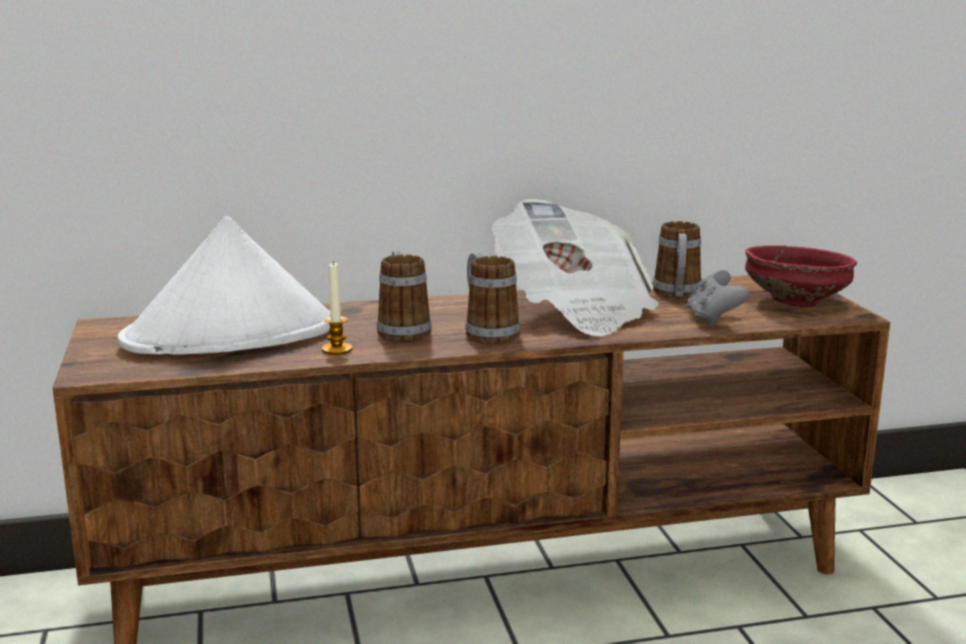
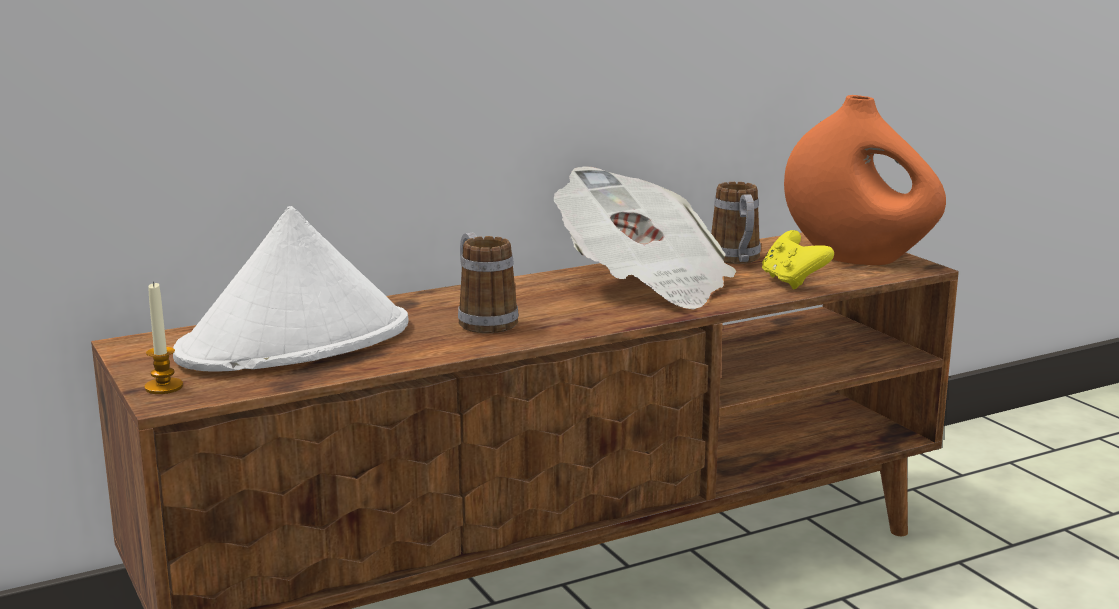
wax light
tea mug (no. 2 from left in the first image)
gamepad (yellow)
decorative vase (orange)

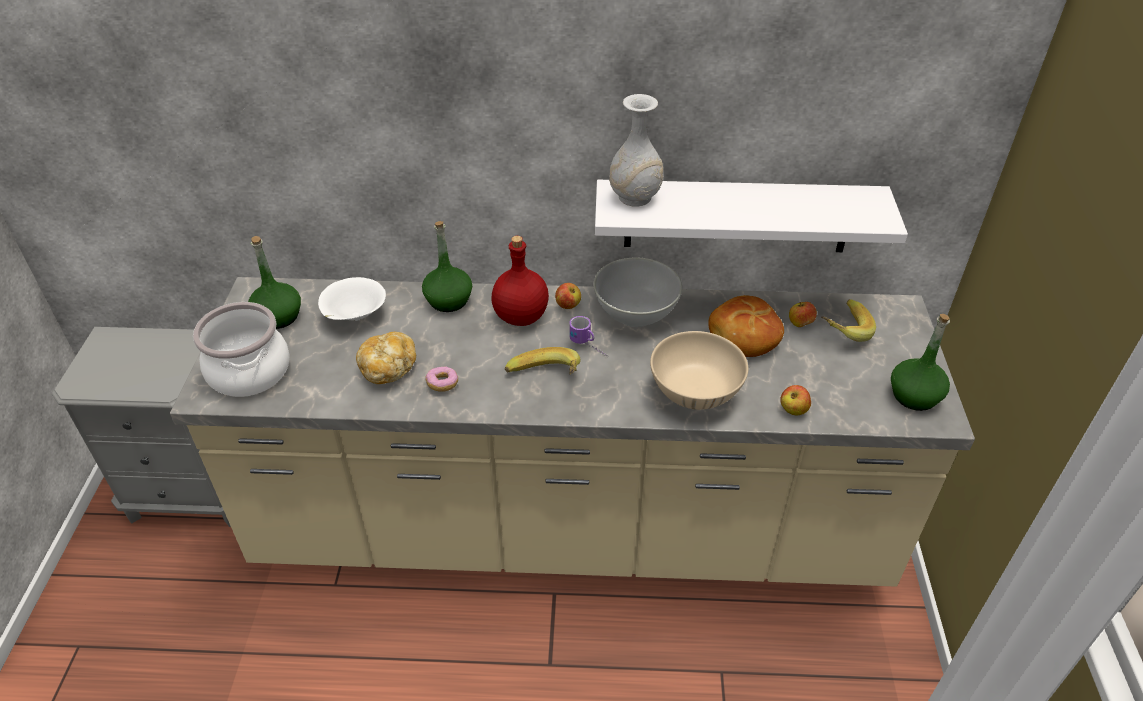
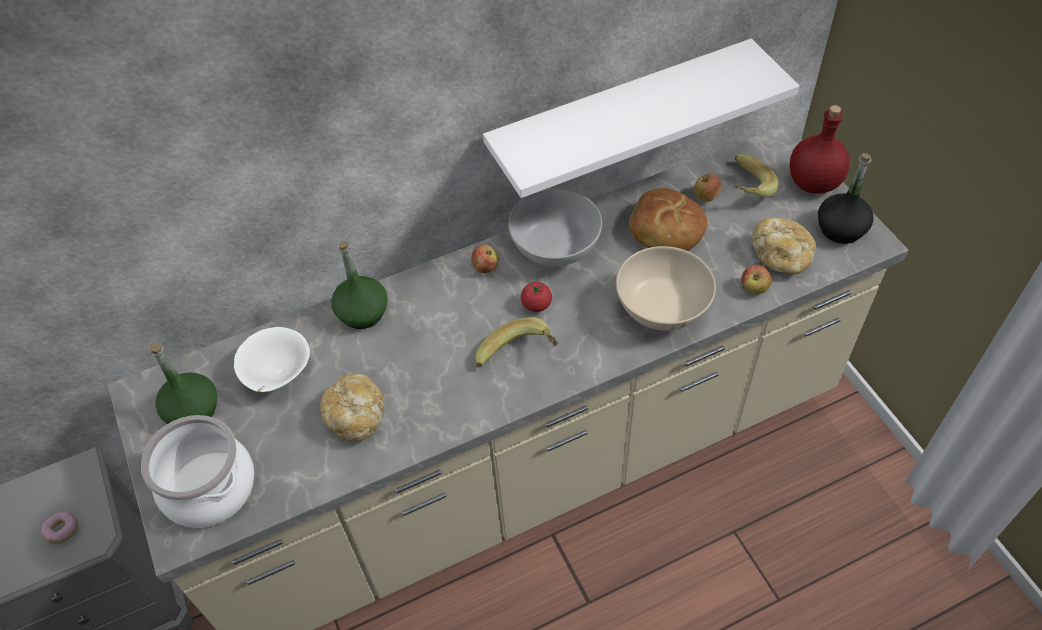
doughnut
bottle (red-coloured)
tomato
decorative vase (white)
bottle (black-coloured)
bakery bread (no. 3 from left)

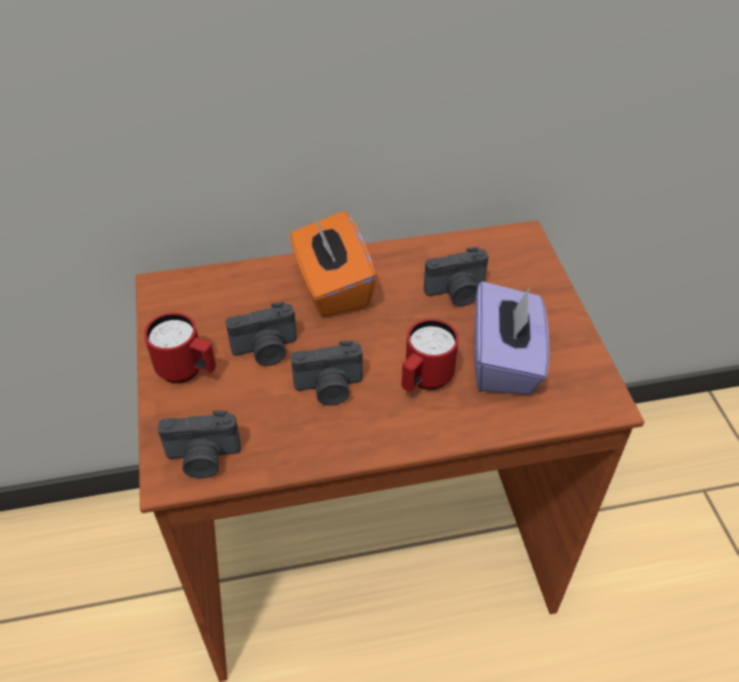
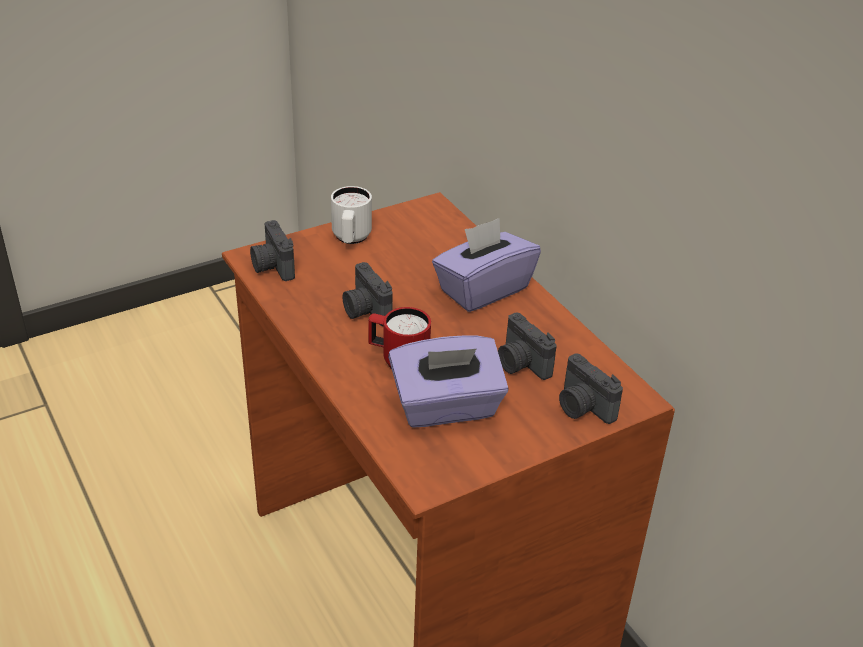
tea mug (white)
photo camera (no. 4 from left)
box of tissues (purple) (no. 2 from left)

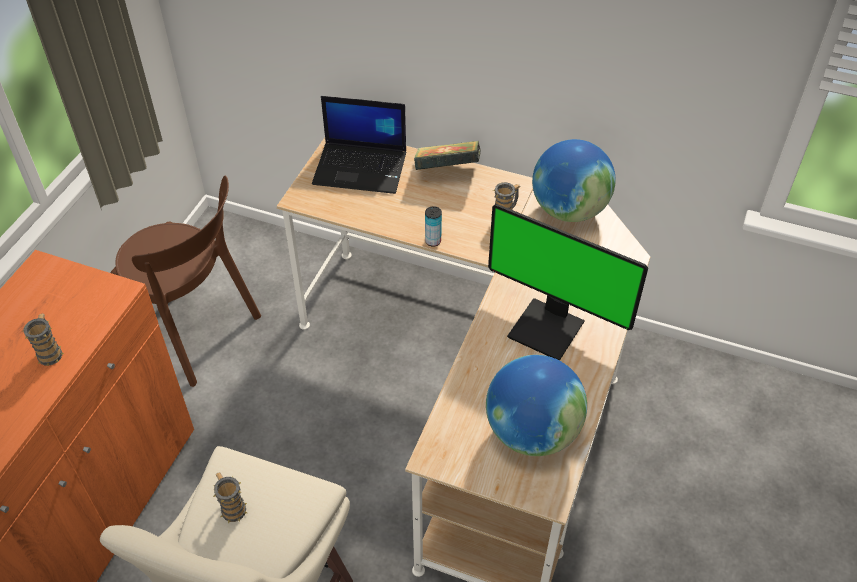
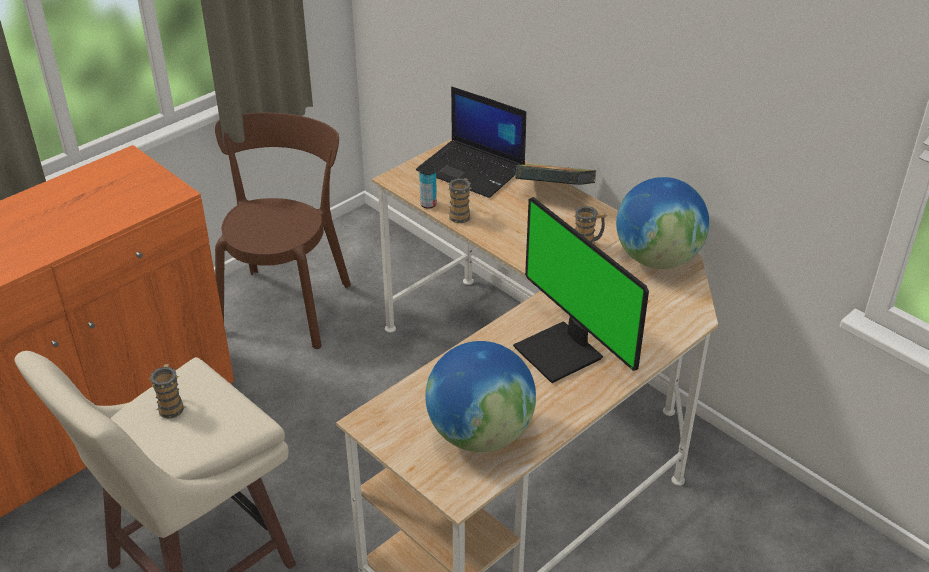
tea mug (no. 2 from left)
plain chair (brown-coloured)
sealed can

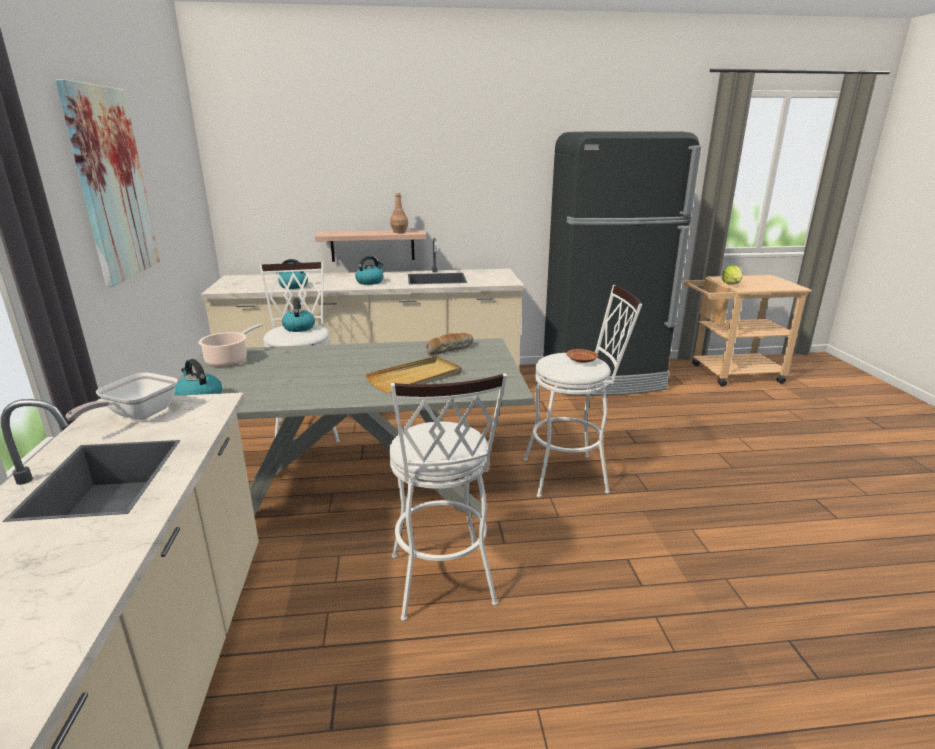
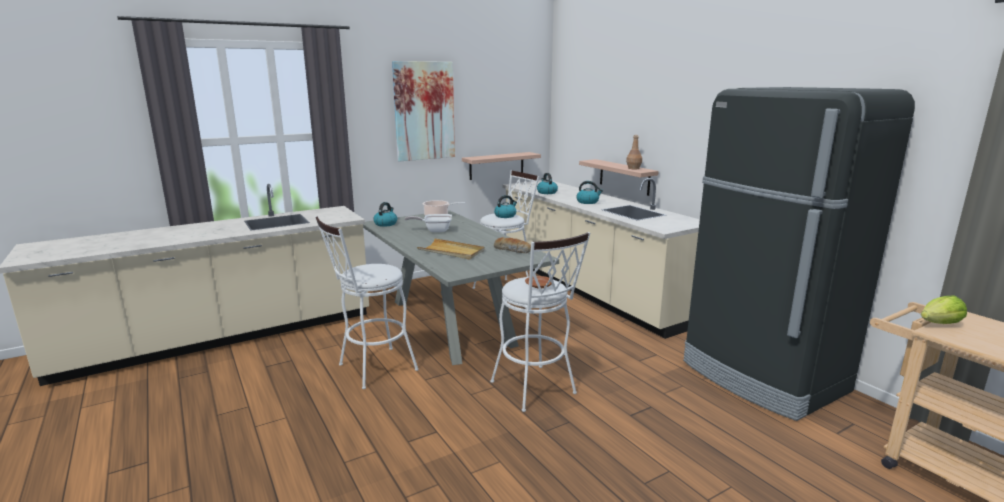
skillet
bracket shelf (no. 1 from left)

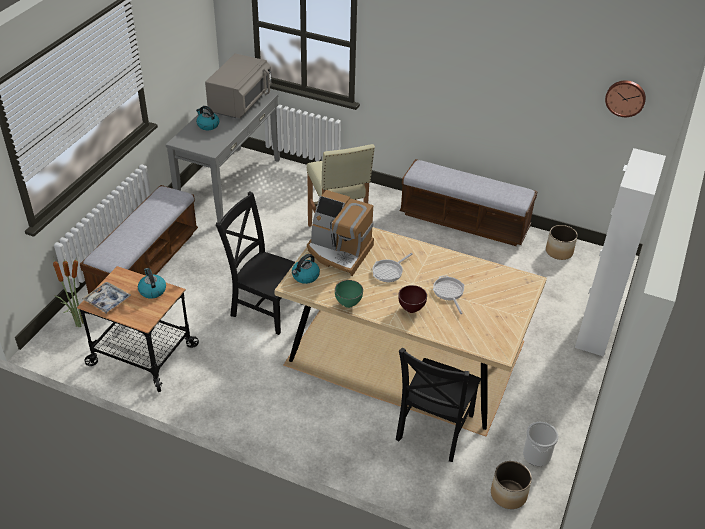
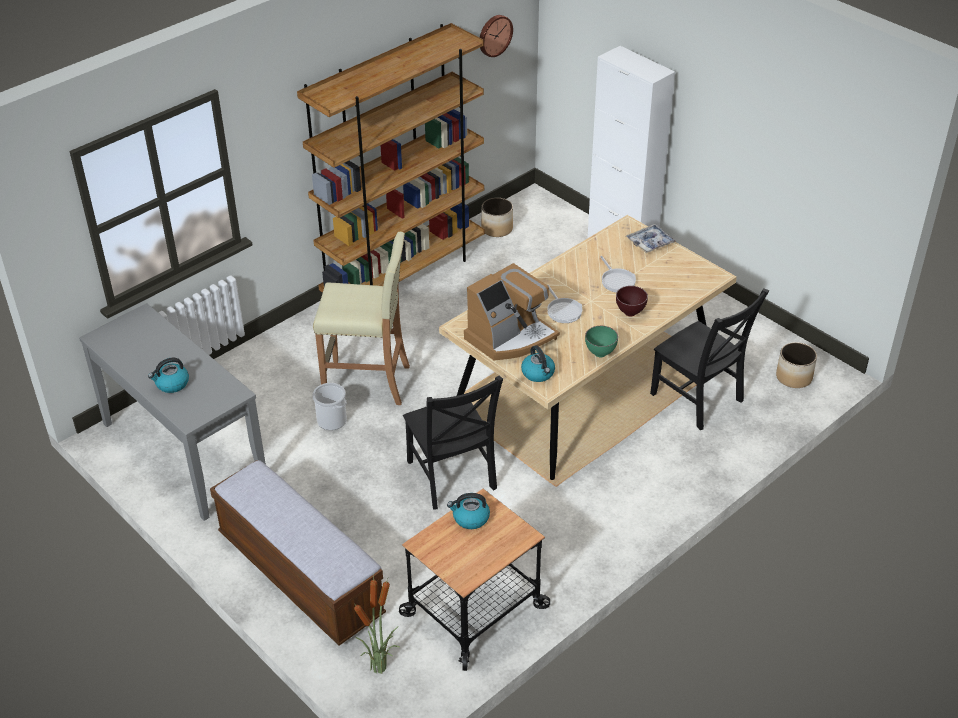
tray
microwave (gray)
plain chair (black-coloured) (no. 1 from left)
bookcase (brown-coloured)
skillet (no. 2 from left)
water bucket

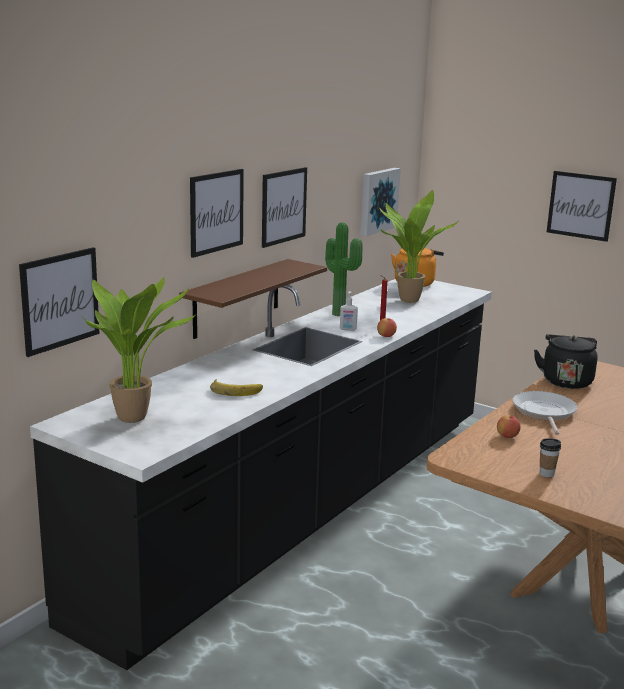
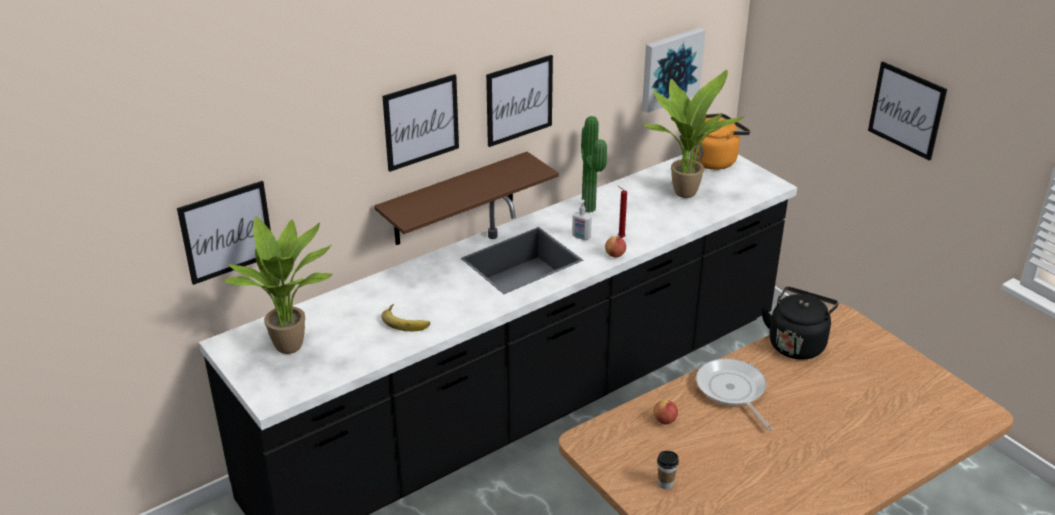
skillet

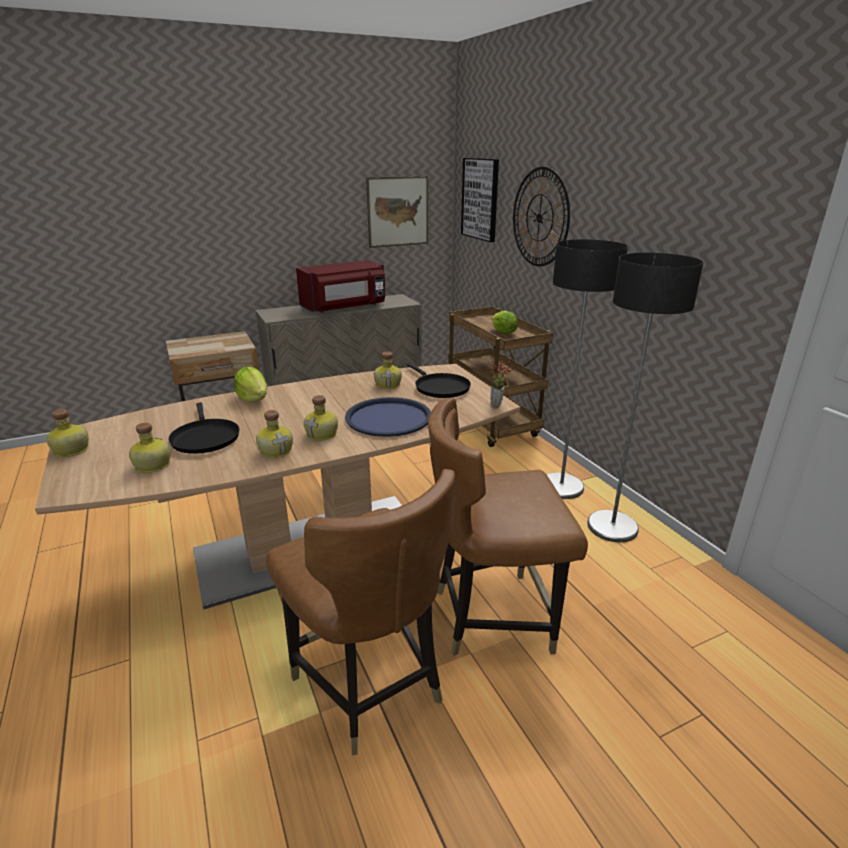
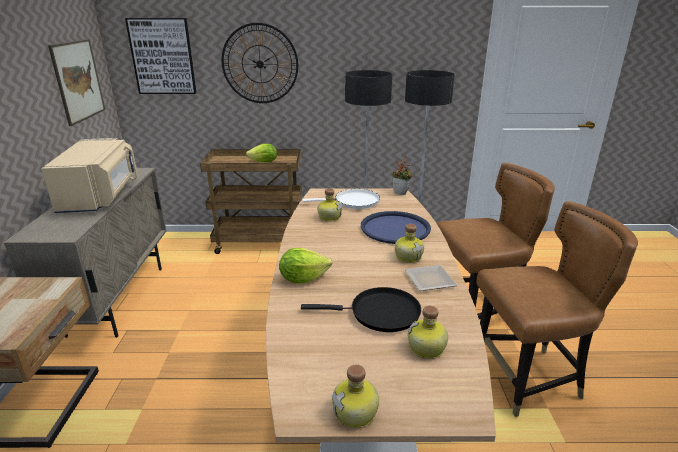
plate
microwave (beige)
skillet (white)
plain chair (brown-coloured) (no. 1 from left)

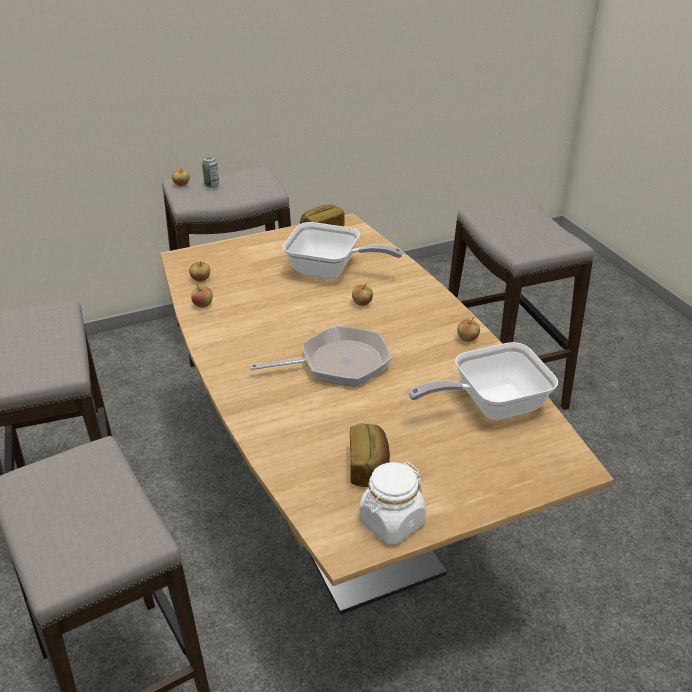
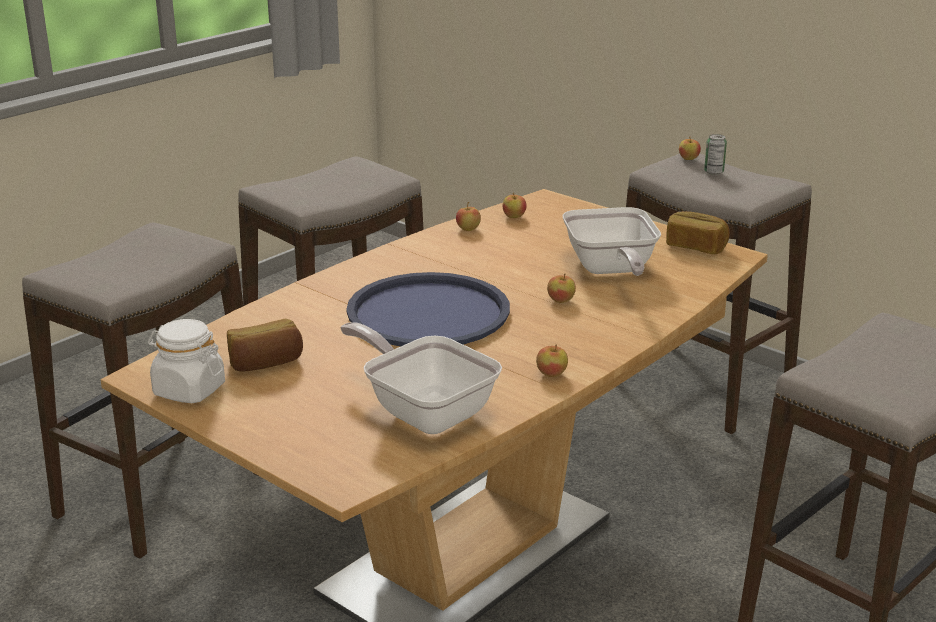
tray (blue)

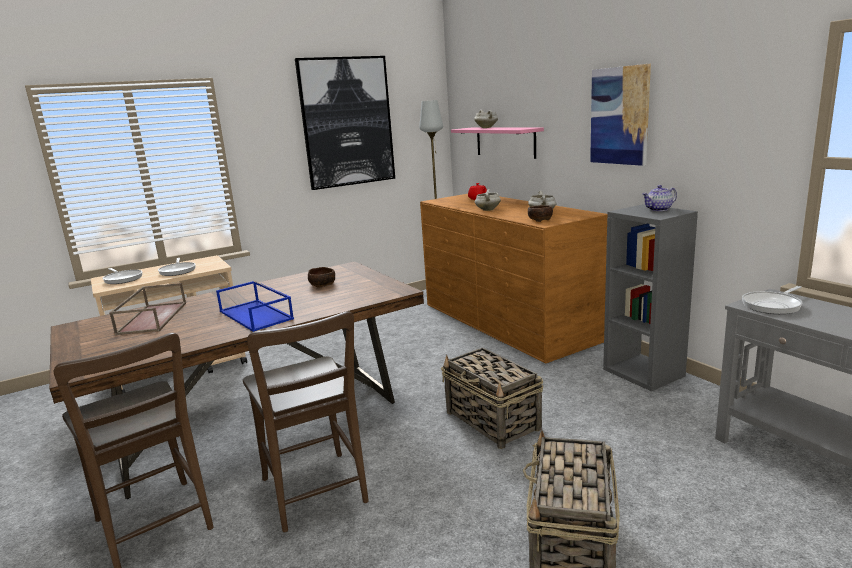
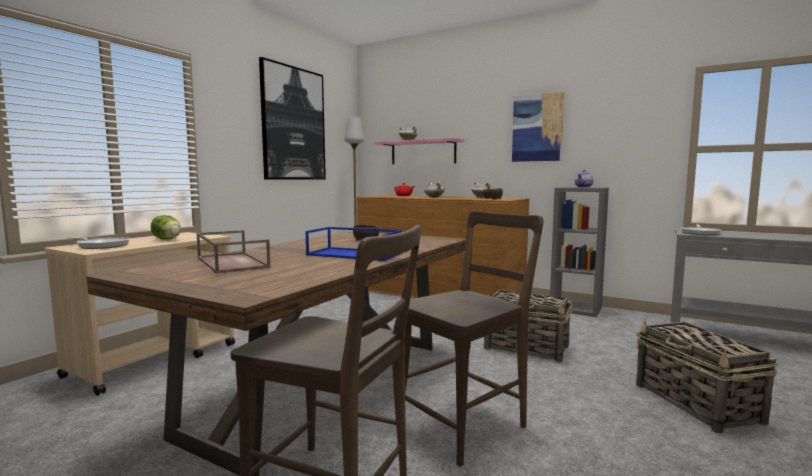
head of lettuce
plain chair (brown-coloured) (no. 2 from left)

